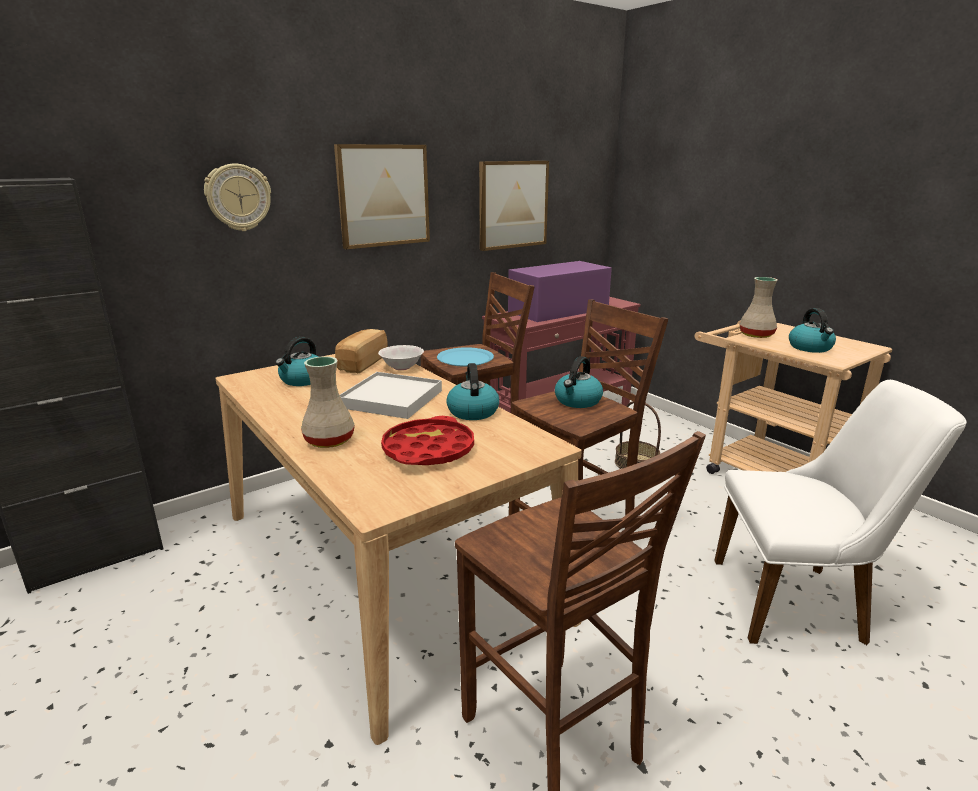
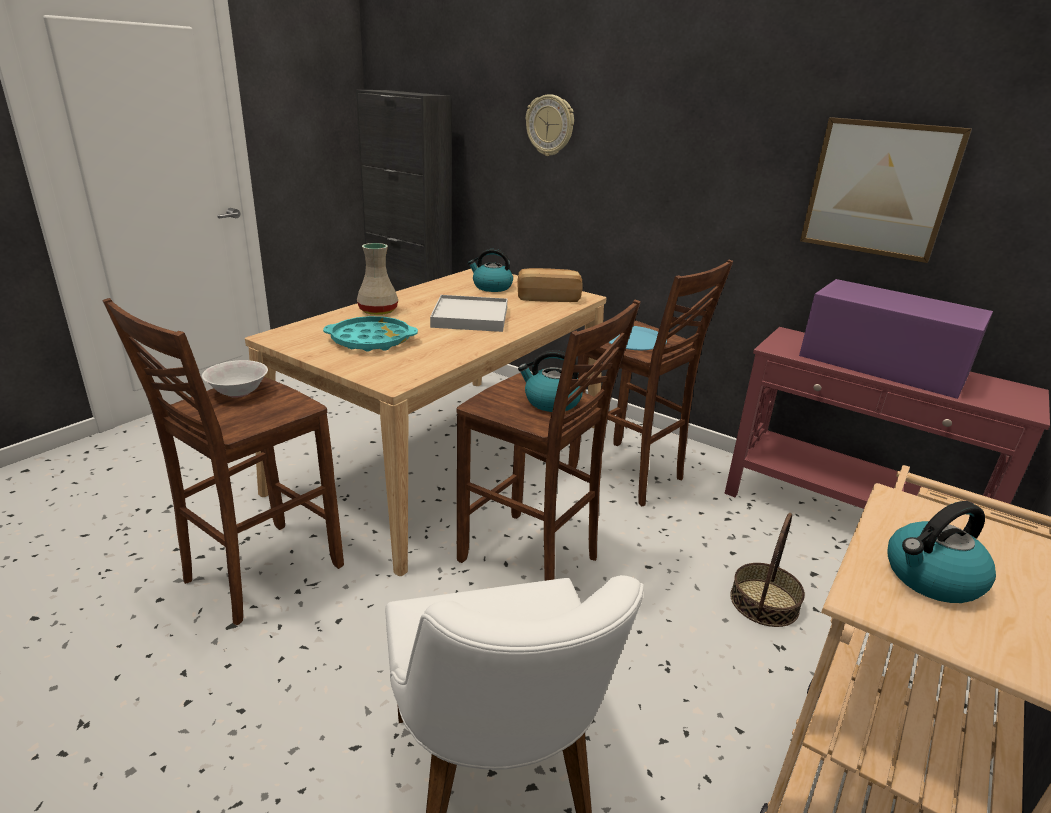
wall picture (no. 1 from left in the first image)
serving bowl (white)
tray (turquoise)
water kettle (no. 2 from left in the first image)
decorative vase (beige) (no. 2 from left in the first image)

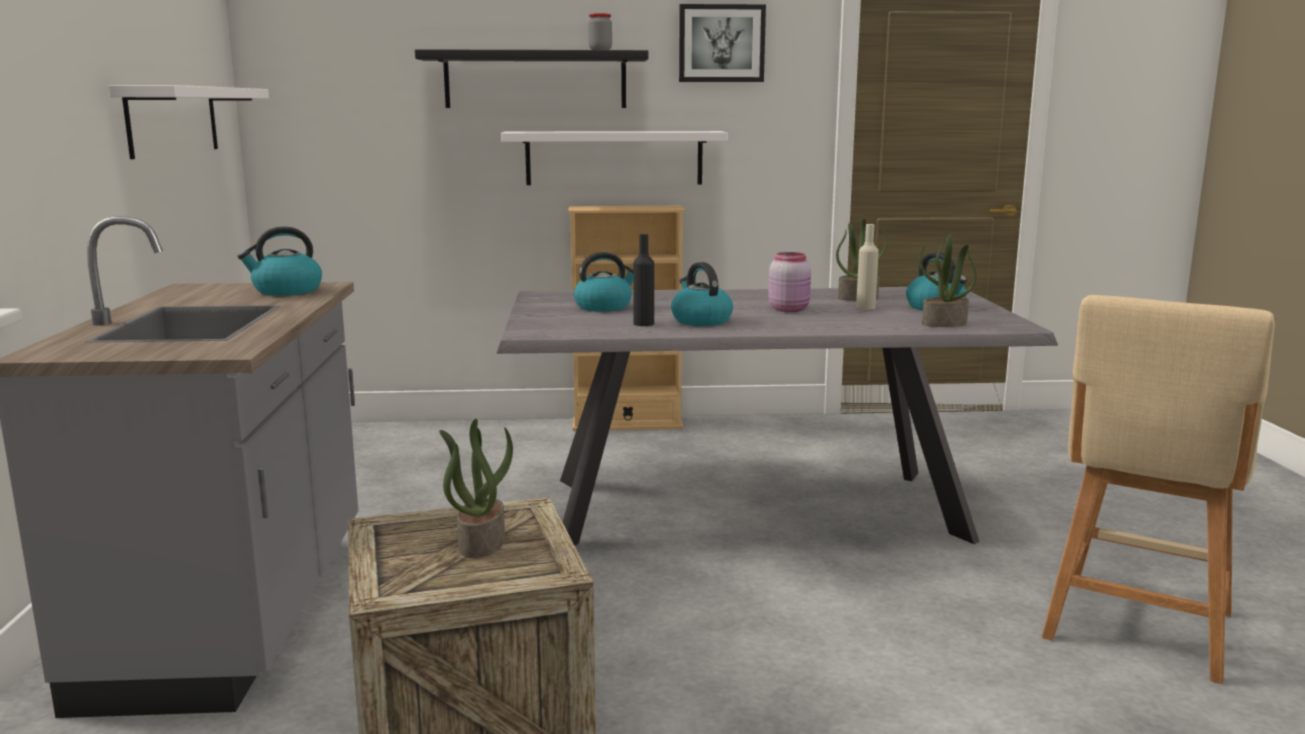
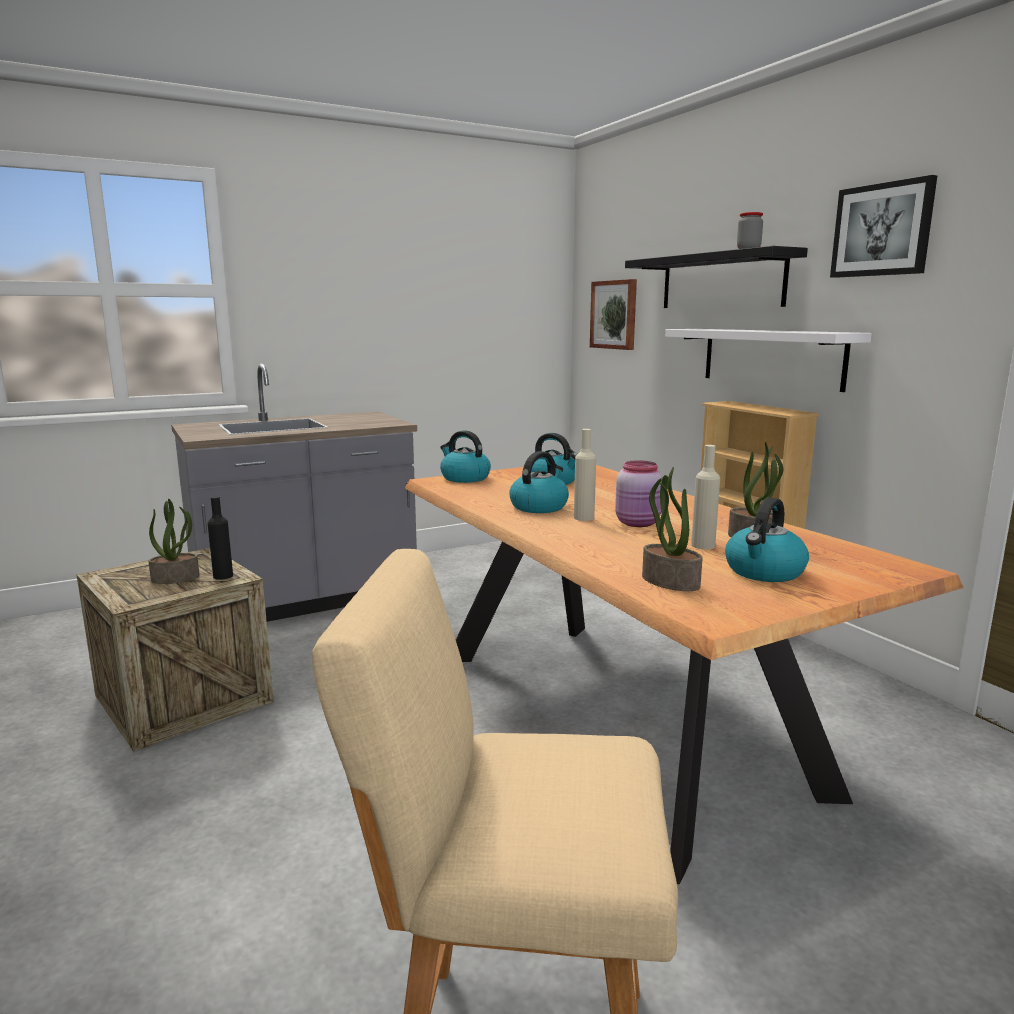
bracket shelf (white) (no. 1 from left in the first image)
water kettle (no. 1 from left)
kitchen table (brown-coloured)
bottle (black-coloured)
bottle (beige) (no. 1 from left)
wall picture (no. 1 from left)

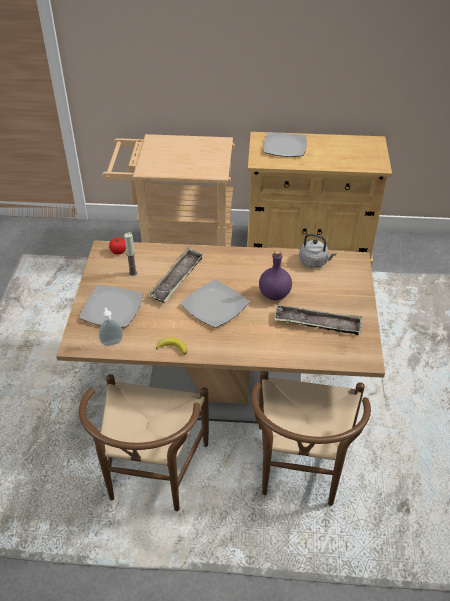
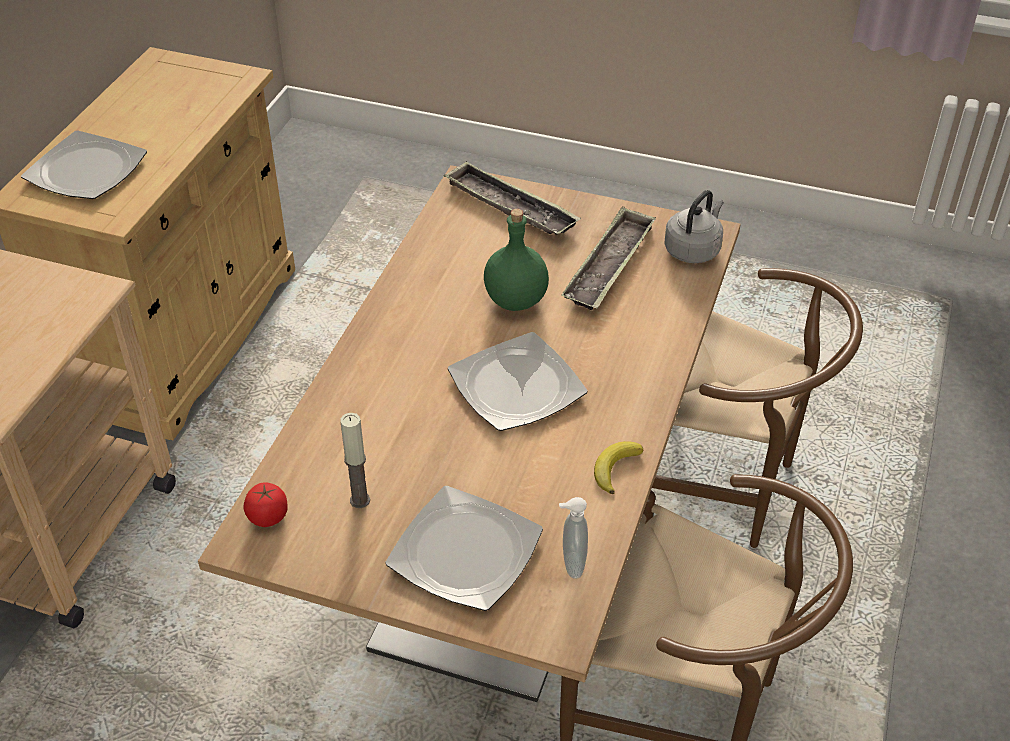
tray (no. 1 from left)
bottle (green-coloured)
water kettle (gray)

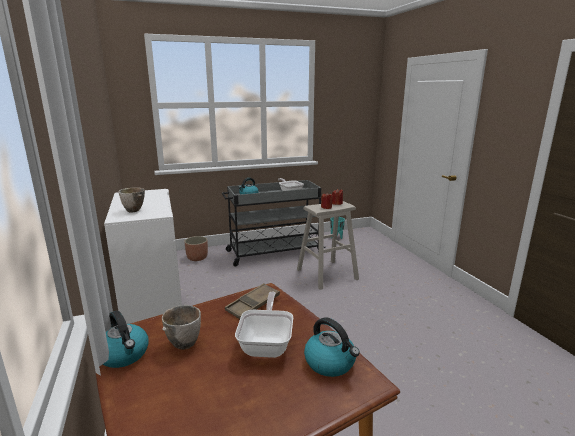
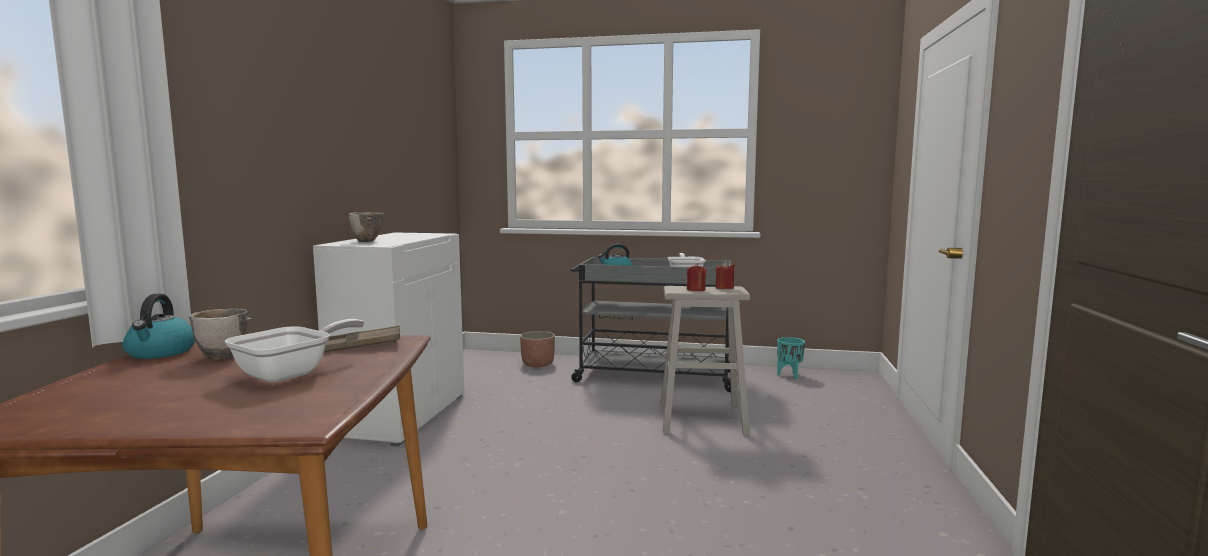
water kettle (no. 3 from left in the first image)

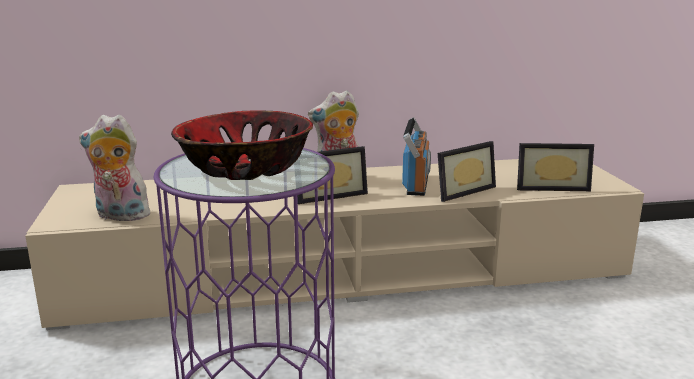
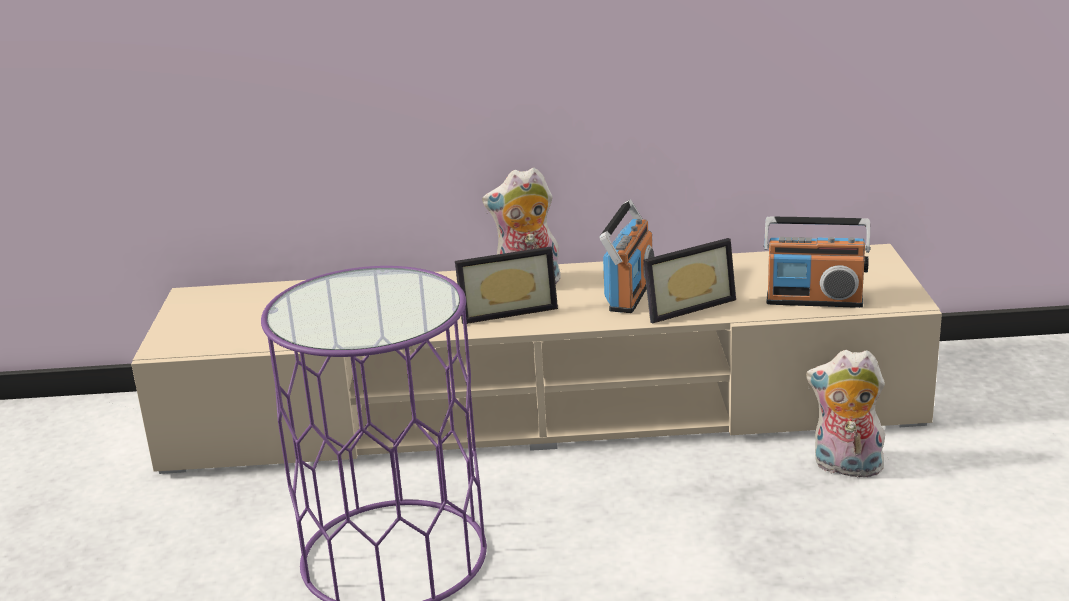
soft toy (no. 2 from left)
serving bowl
radio set (no. 2 from left)

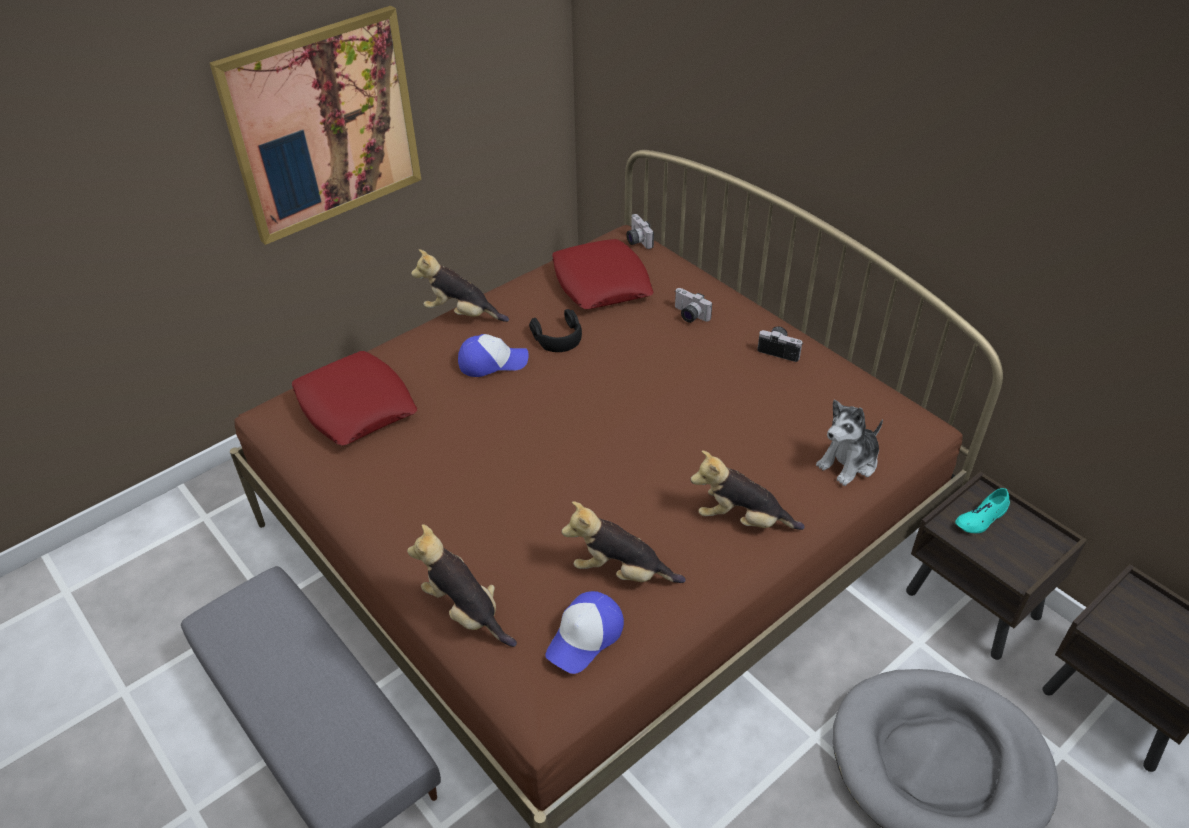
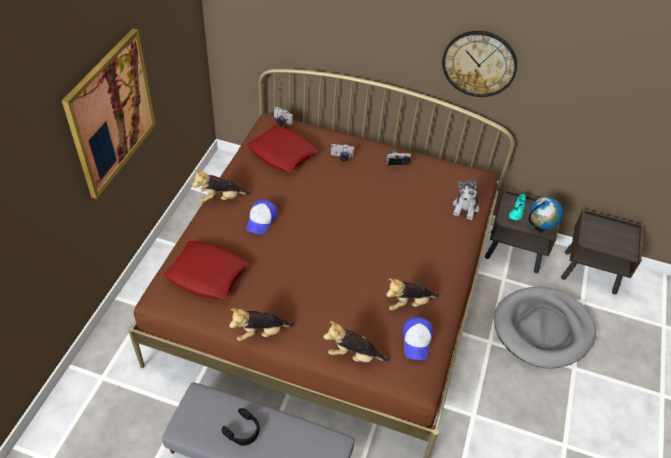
baseball cap (no. 1 from left)
headset (black-coloured)
soft toy (no. 2 from left)
clock on the wall
world globe

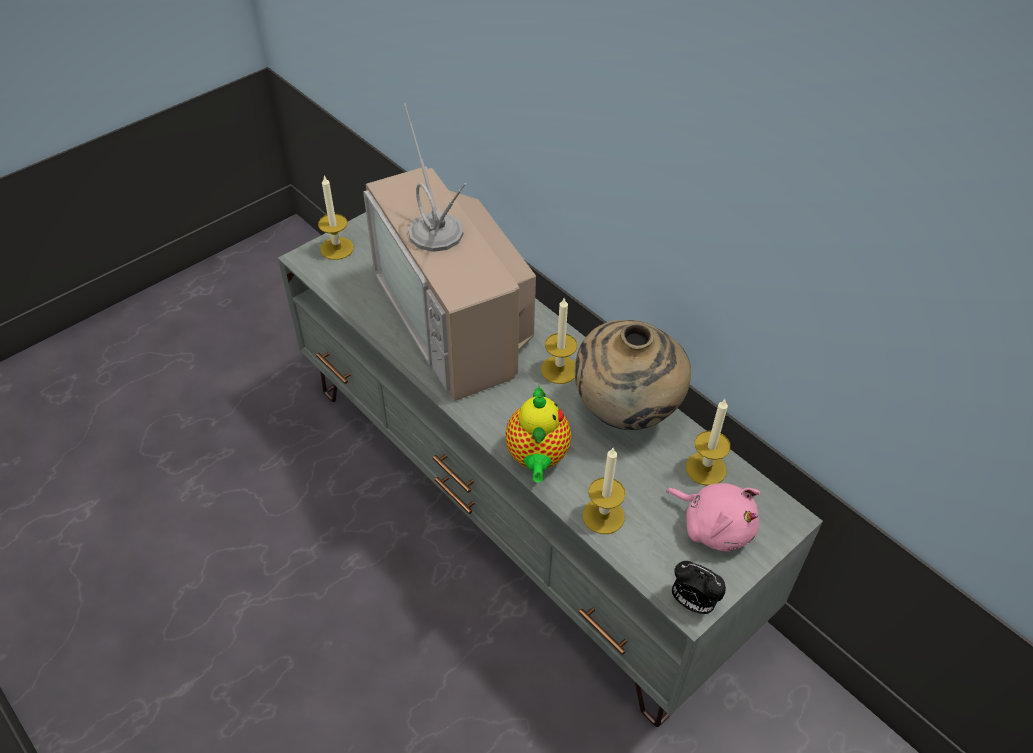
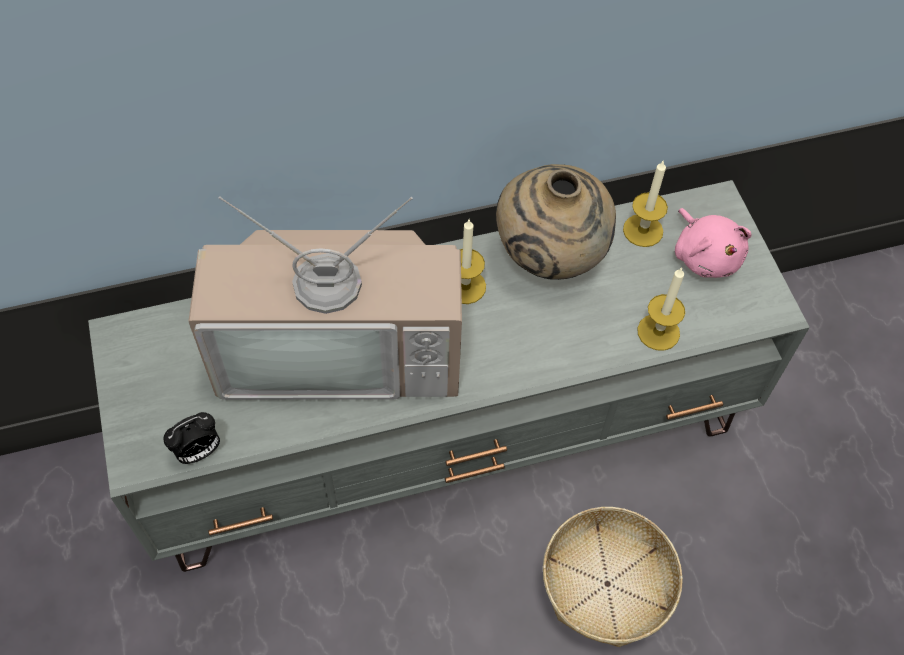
wax light (no. 1 from left in the first image)
tea pot
soft toy (pink-coloured)
bedside clock
basket

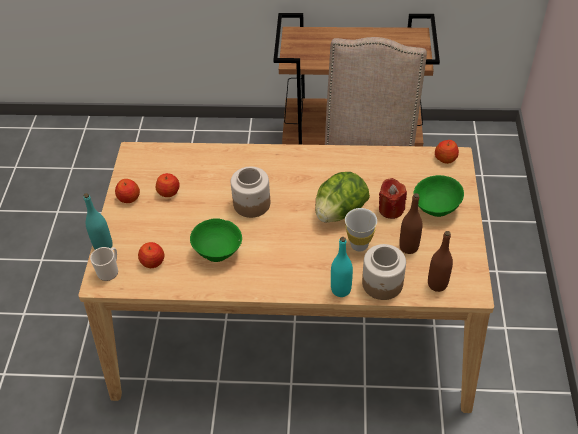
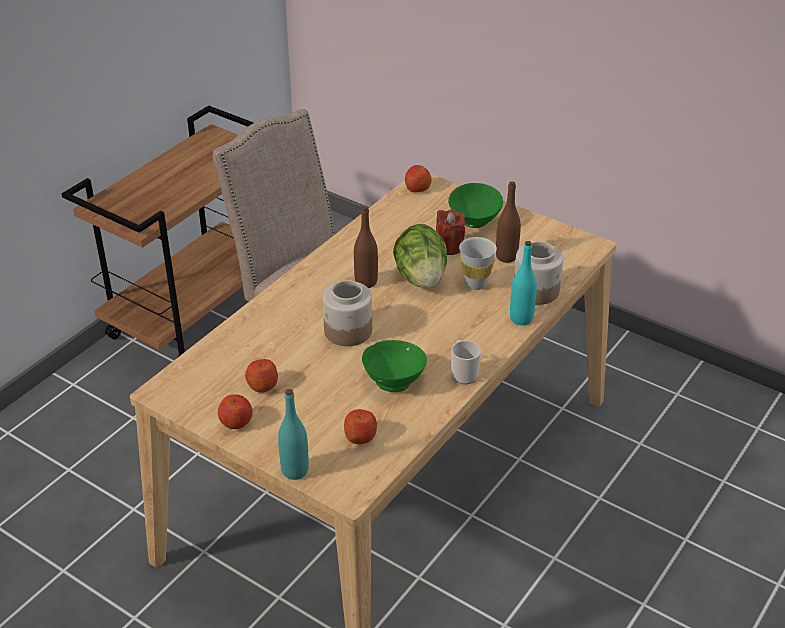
tea mug
bottle (brown-coloured) (no. 1 from left)

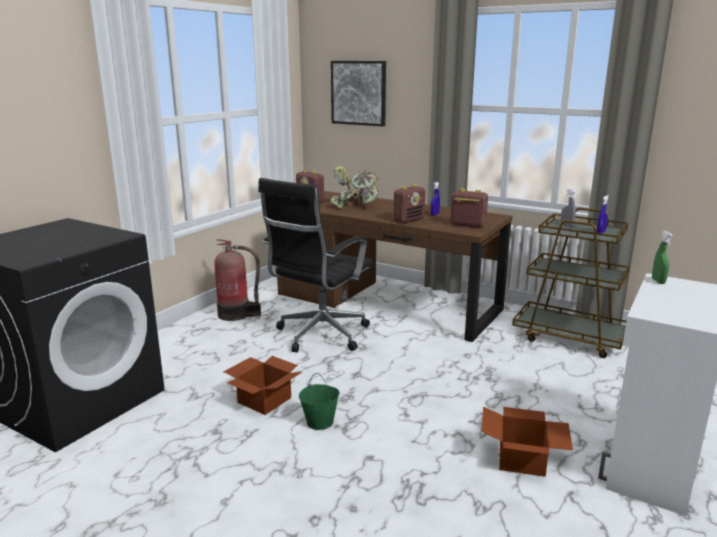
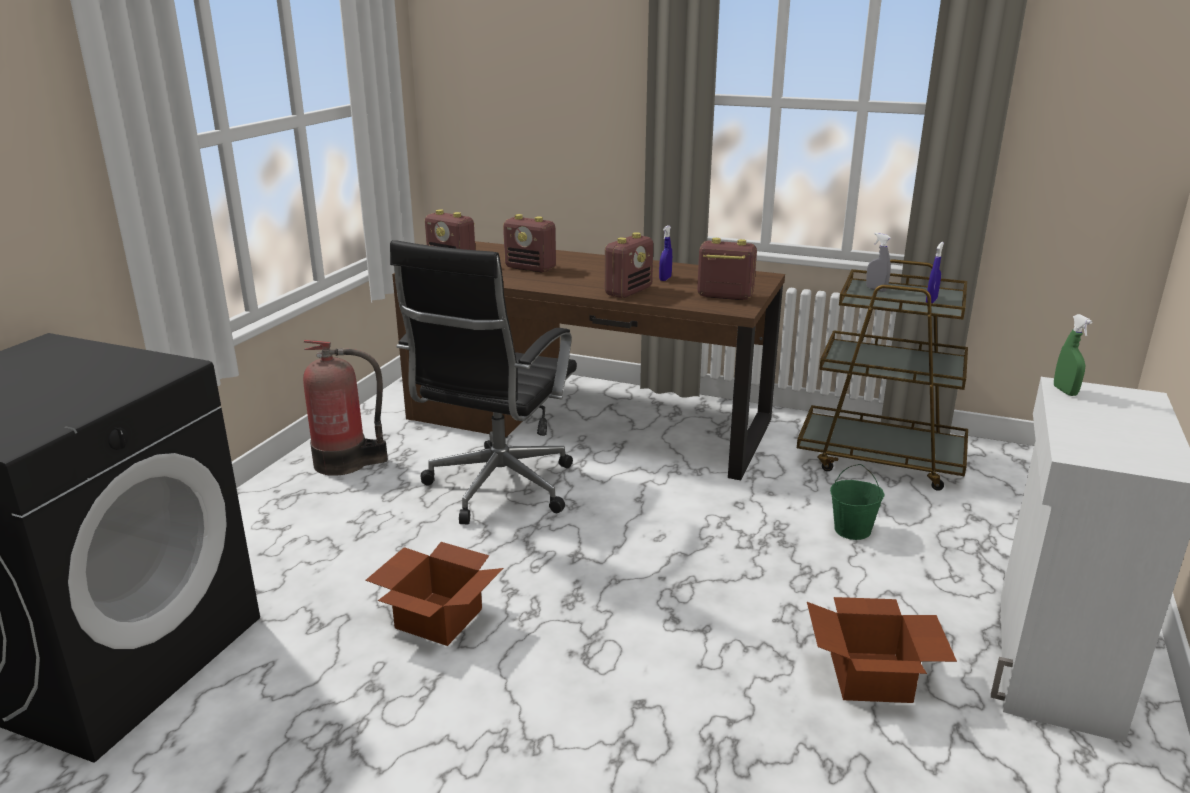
water bucket (green-coloured)
radio set (no. 2 from left)
wall picture

